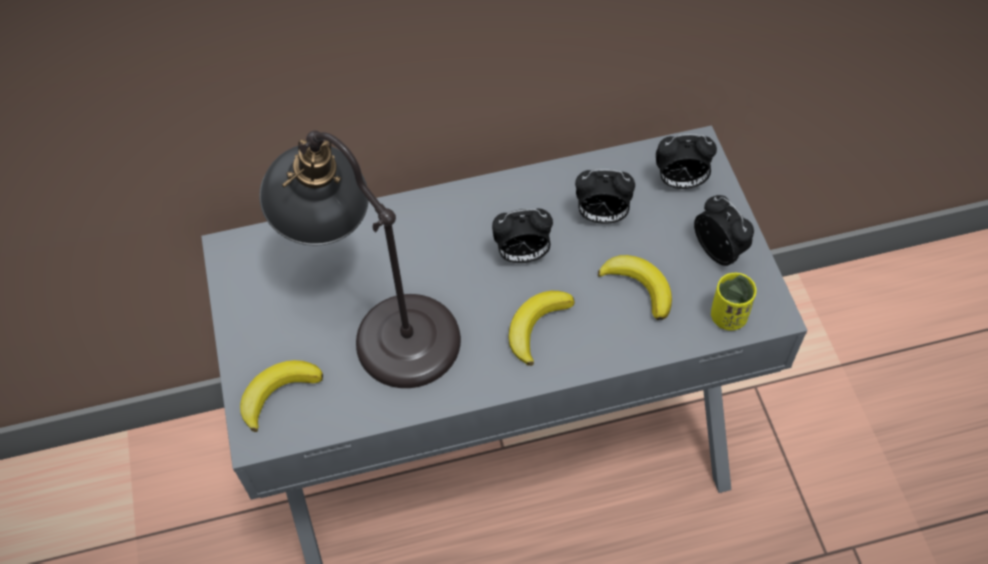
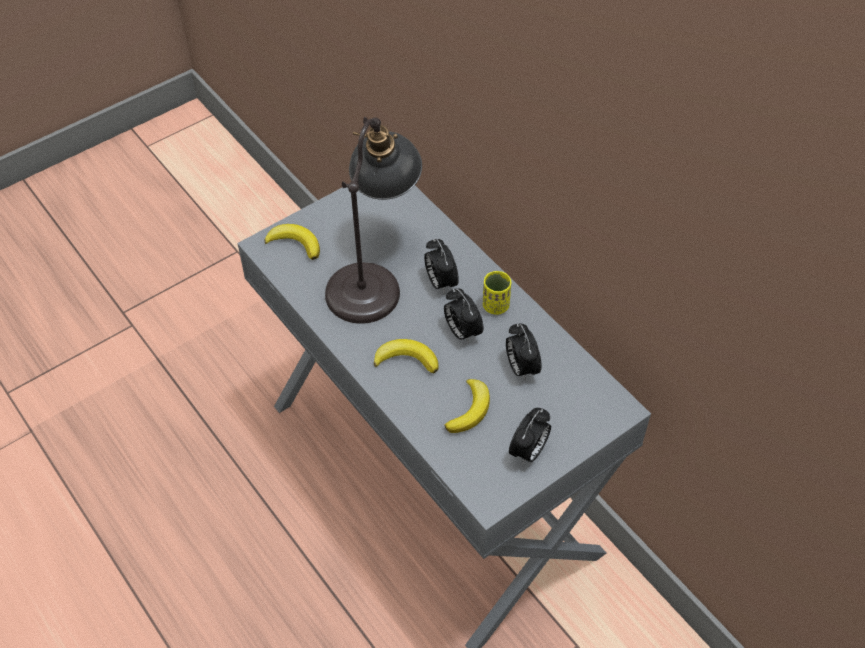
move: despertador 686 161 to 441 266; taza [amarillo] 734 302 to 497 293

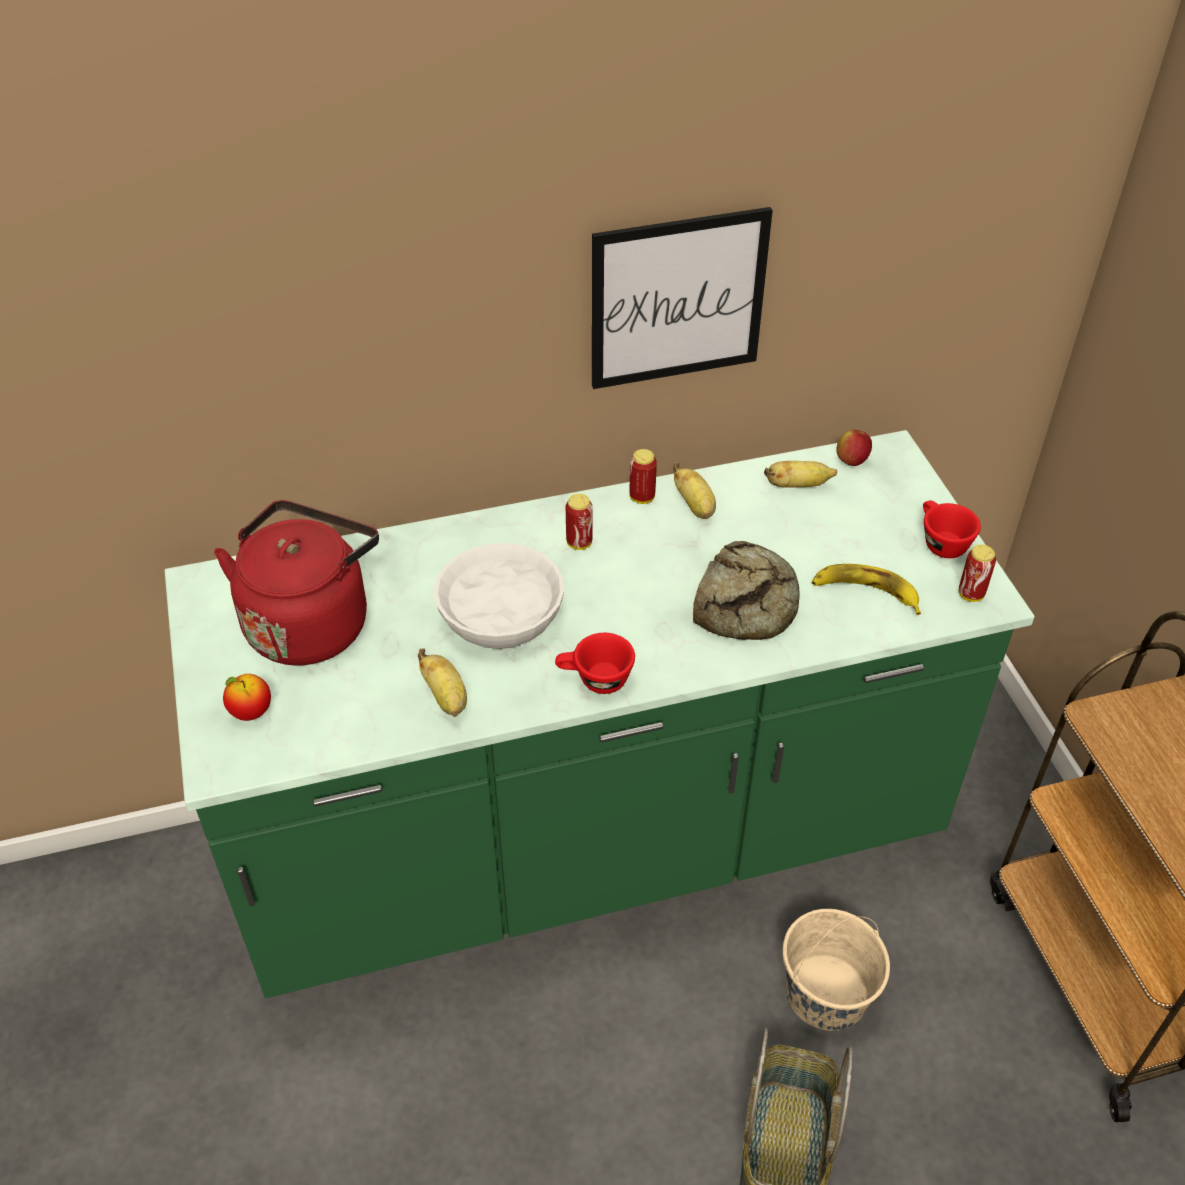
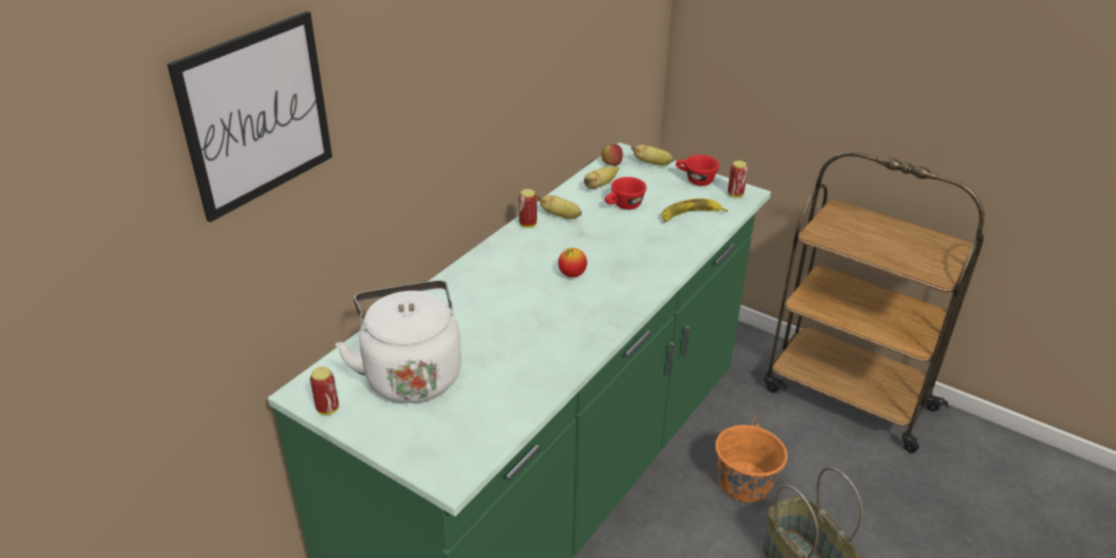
delete: cuenco [blanco] 499 596; pan 746 590
move: cuadro 682 298 to 249 116; lata 579 522 to 324 391; manzana 247 697 to 572 263; taza [rojo] 595 663 to 626 193; plátano 442 682 to 653 155
recolor: hervidor [rojo] 296 582 to hervidor [blanco] 398 341; cubo [beis] 836 970 to cubo [naranja] 751 458

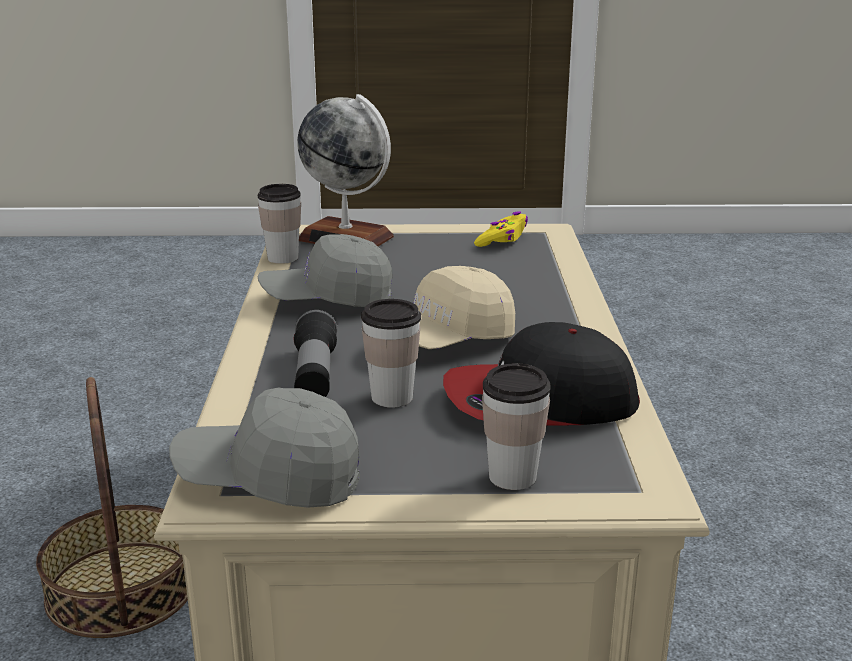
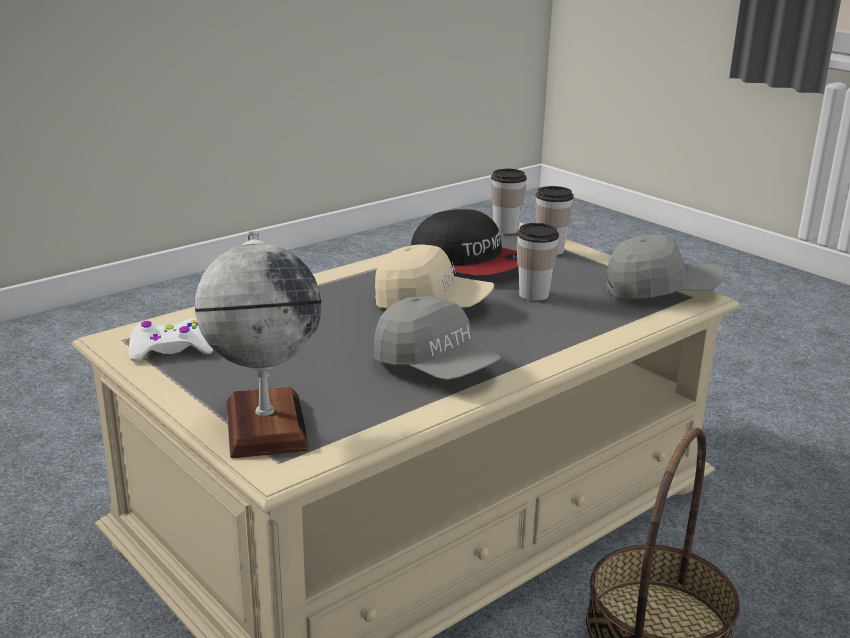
delete: linterna 315 353
move: taza 279 224 to 509 201
recolor: mando de consola [amarillo] 501 229 to mando de consola [blanco] 171 340
rotate: gorra [gris] 264 447 = 665 267 60 degrees counterclockwise

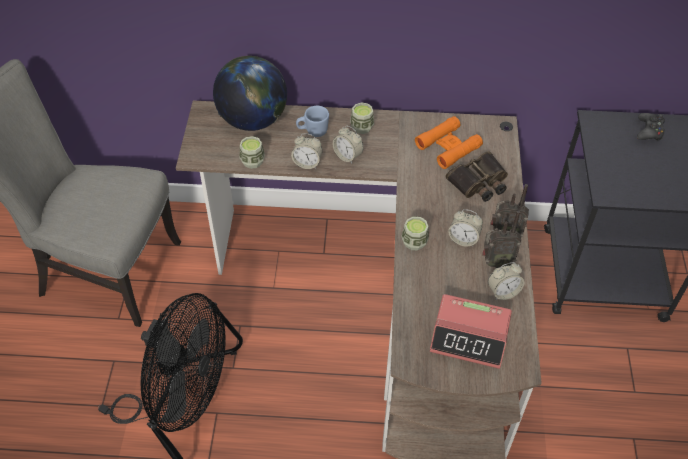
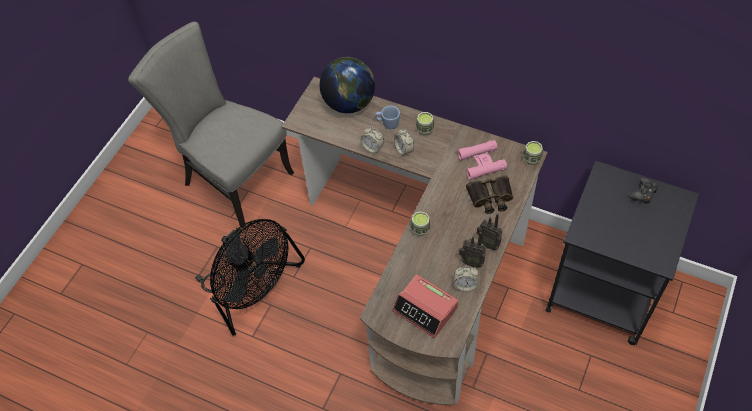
delete: despertador 465 228
move: taza 252 152 to 533 153
recolor: prismáticos [naranja] 449 142 to prismáticos [rosa] 482 160

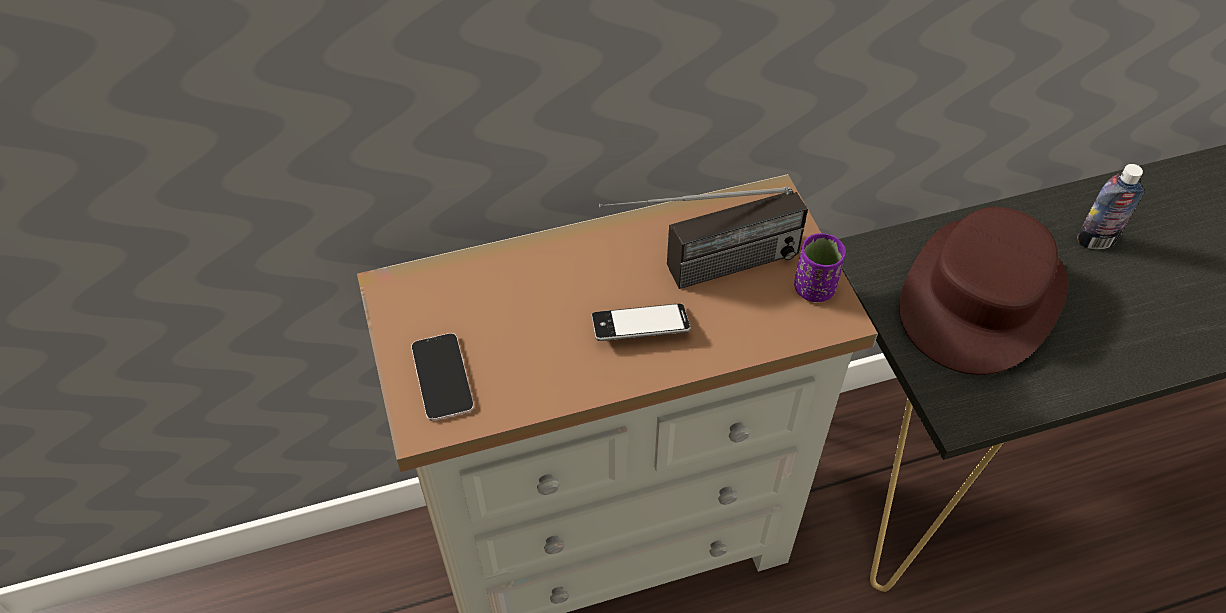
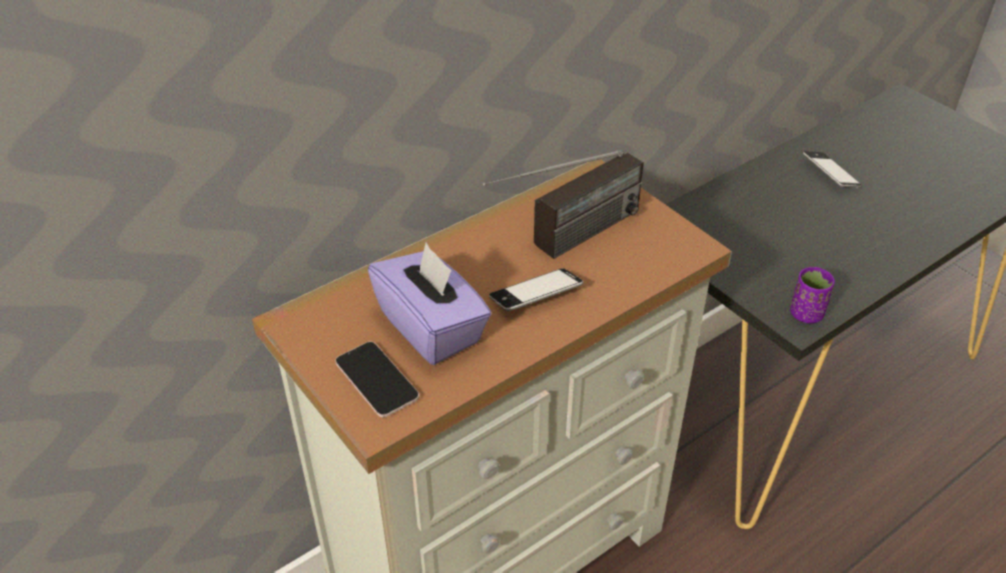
delete: sombrero [marrón] 983 291
insert: caja de pañuelos [morado] 430 304
move: taza [morado] 820 267 to 812 295
replace: botella 1110 206 to móvil 832 169

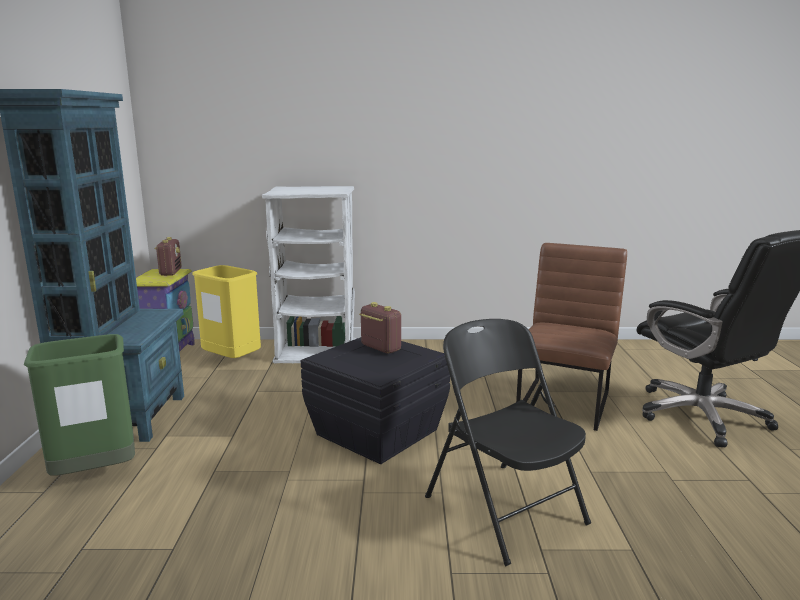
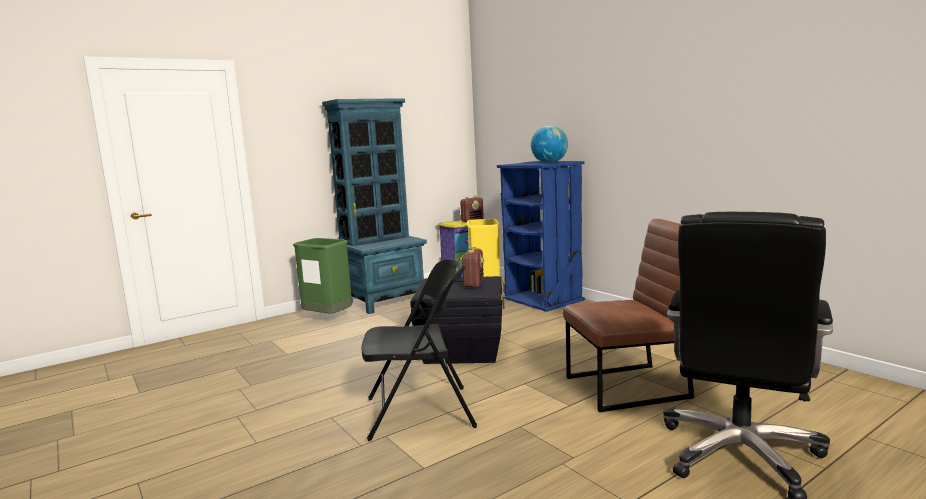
insert: globo terráqueo 549 144
recolor: estantería [blanco] 309 274 to estantería [azul] 541 236
rotate: silla [negro] 508 442 = 419 350 60 degrees clockwise

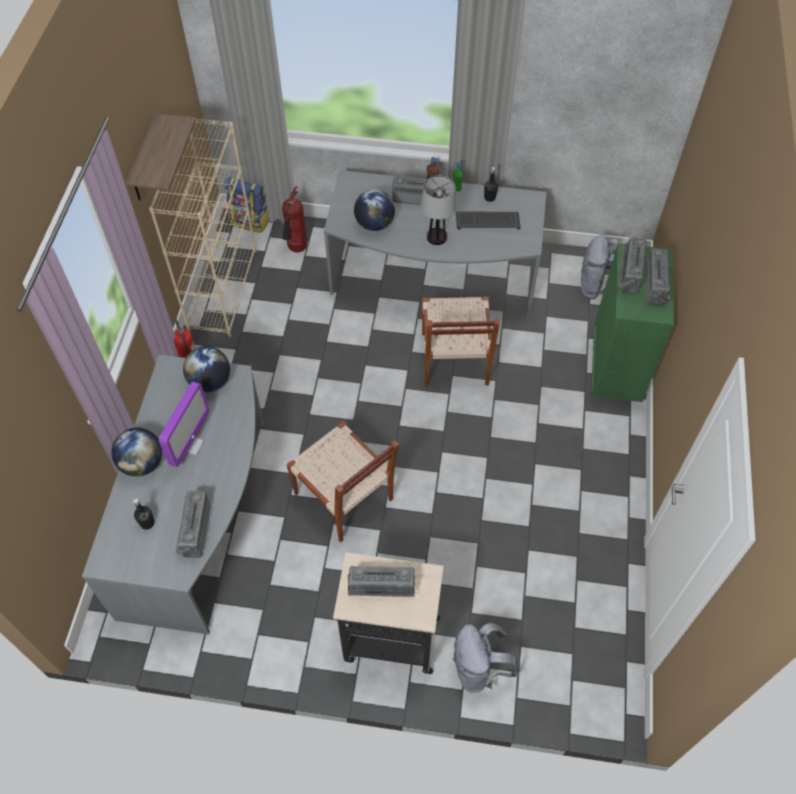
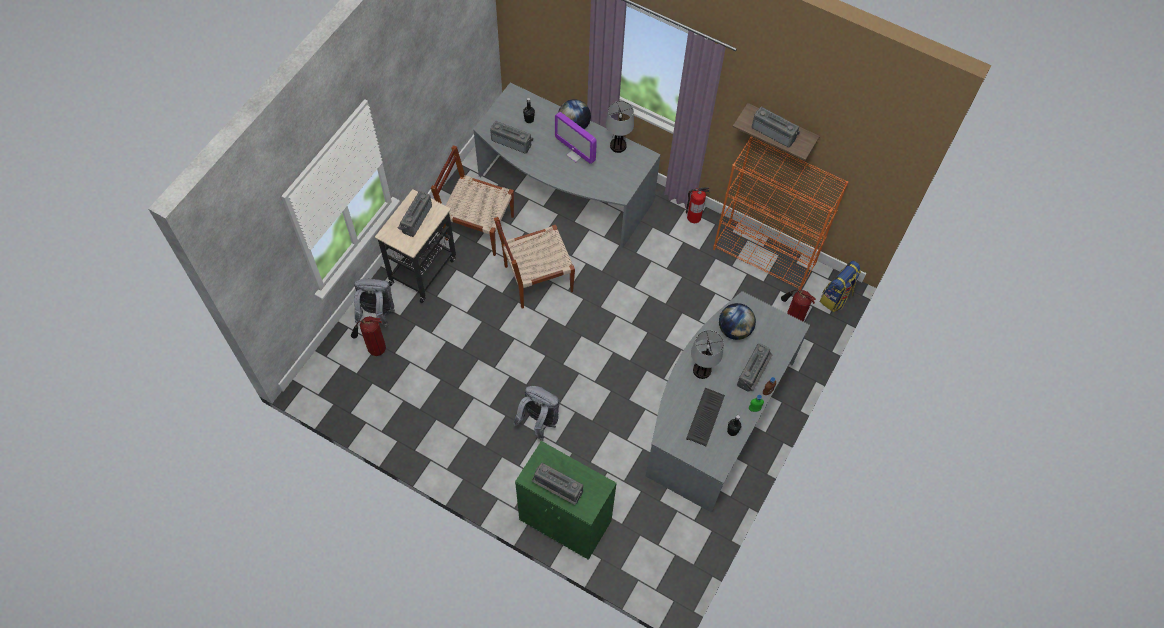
delete: globo terráqueo 206 369
insert: extintor 368 336; lámpara de mesa 620 127
move: silla 461 341 to 472 201; mochila [gris] 601 267 to 536 413; radio 632 266 to 776 126
recolor: estantería [beis] 203 228 to estantería [naranja] 780 213

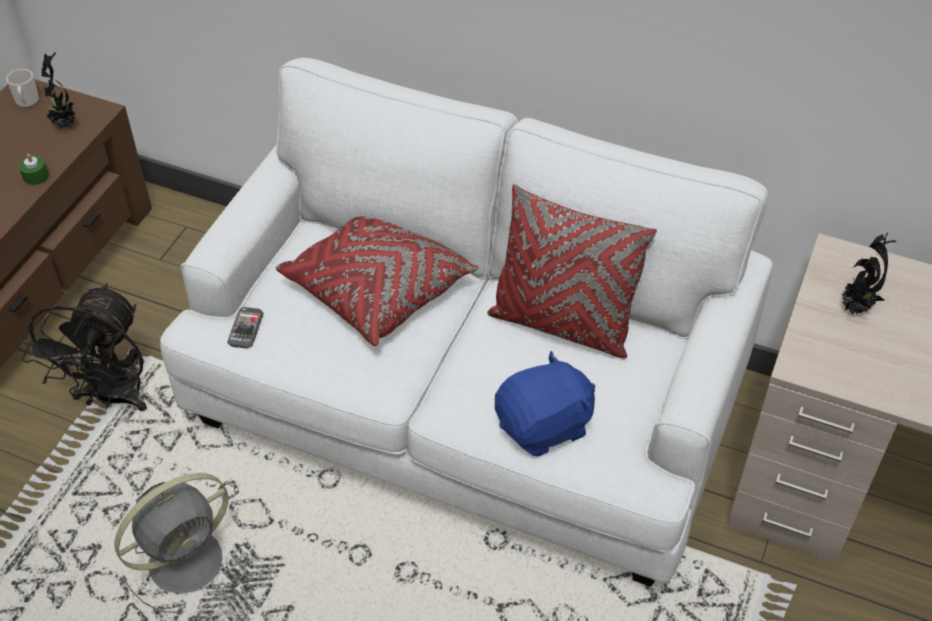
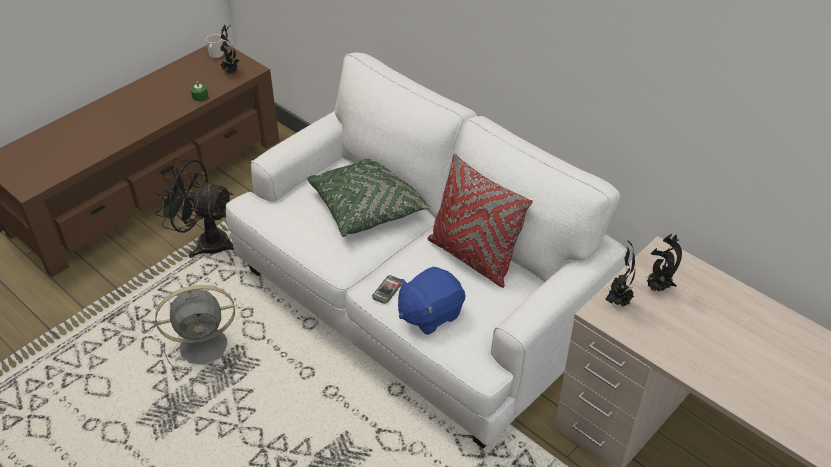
insert: planta en maceta 620 273
move: móvil 245 327 to 386 289
recolor: cojín [rojo] 377 281 to cojín [verde] 369 198
rotate: ventilador [negro] 84 347 = 194 208 75 degrees clockwise; peluche [azul] 545 404 = 431 301 150 degrees clockwise

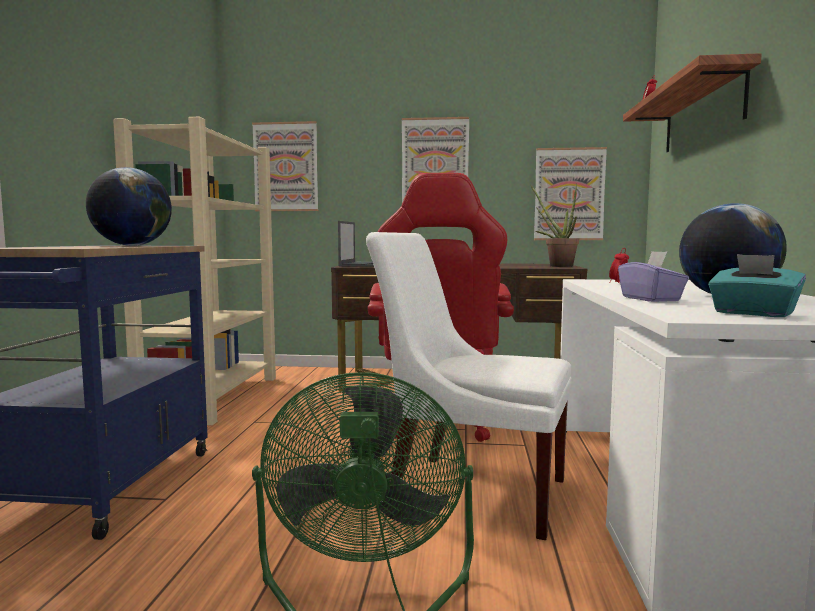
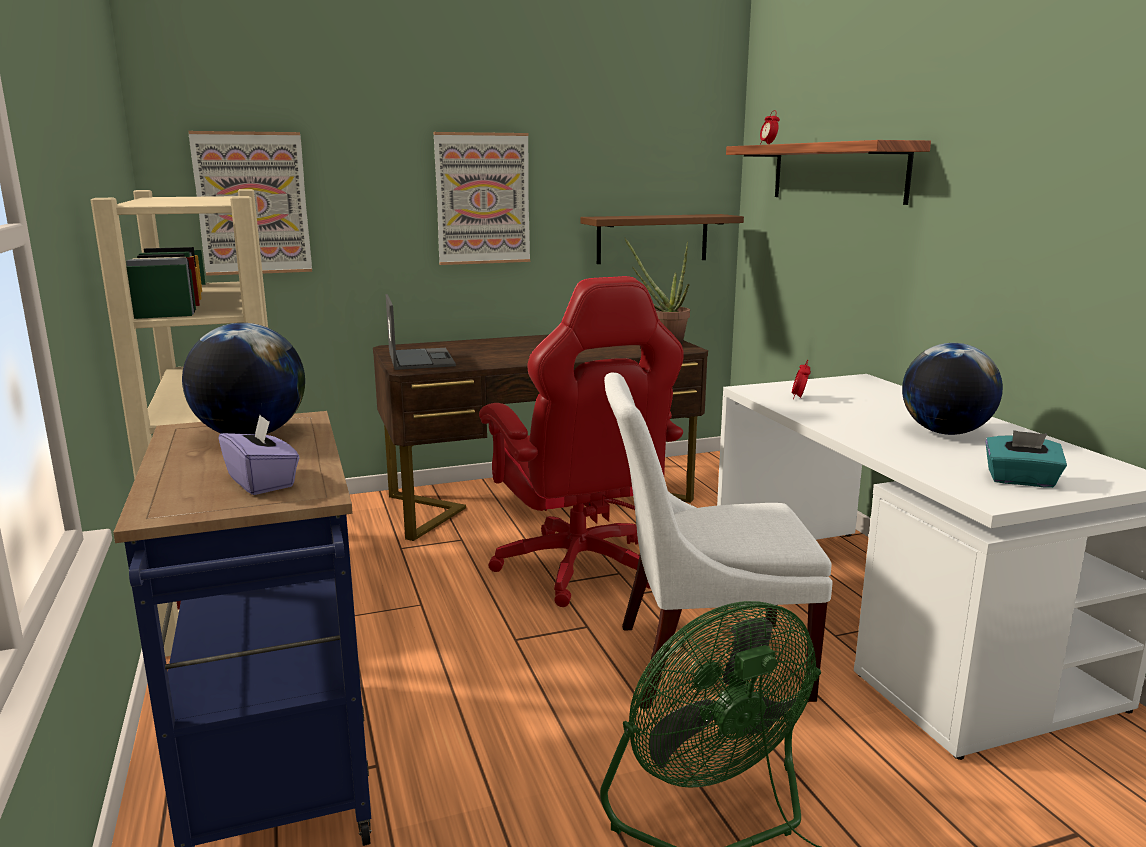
move: caja de pañuelos [morado] 653 276 to 259 455
replace: cuadro 570 193 to estante [marrón] 662 239

